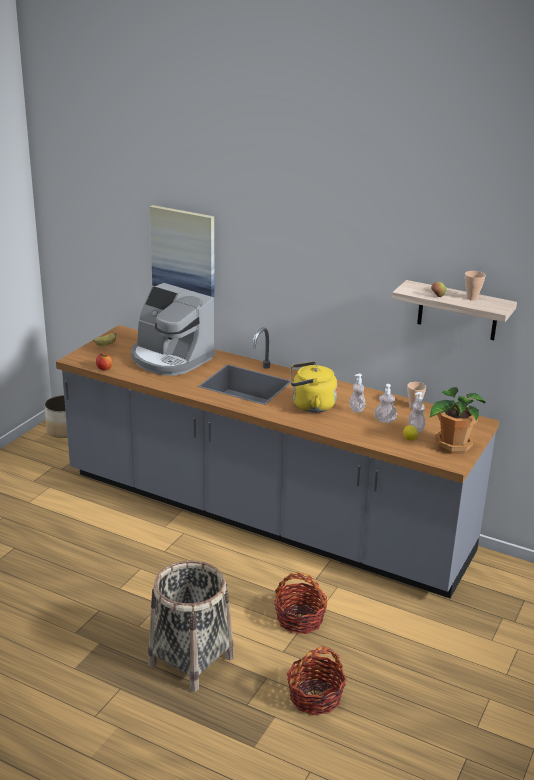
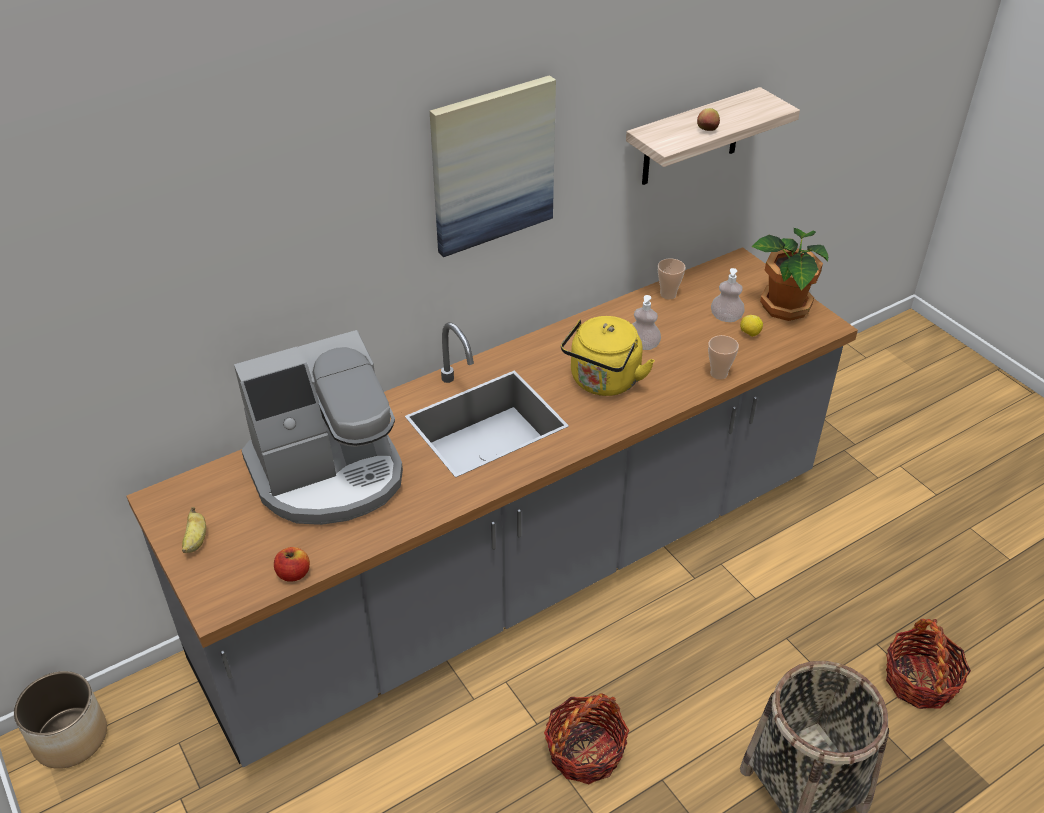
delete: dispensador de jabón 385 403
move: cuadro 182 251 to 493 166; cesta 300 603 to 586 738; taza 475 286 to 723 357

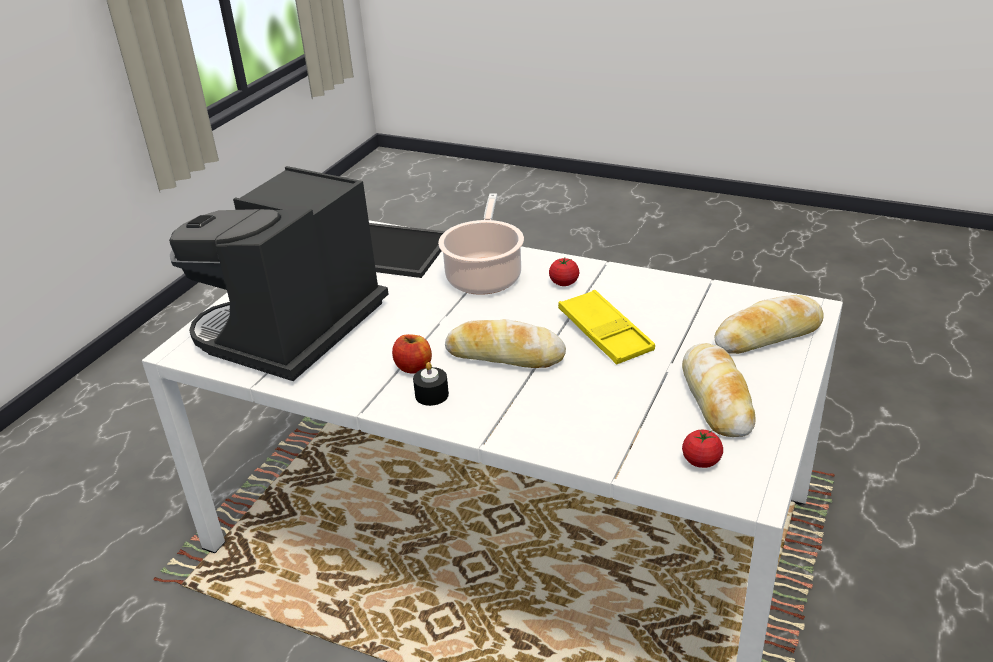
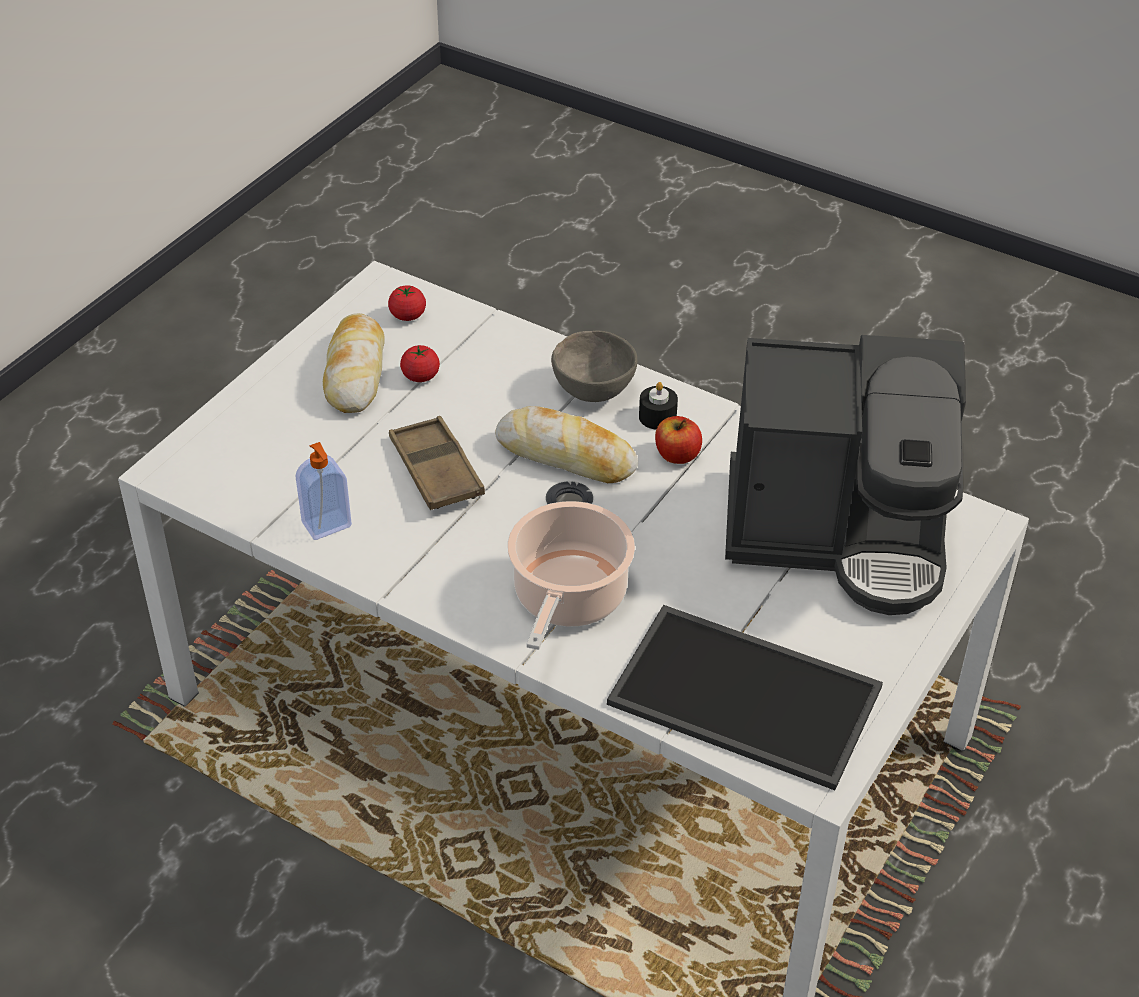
delete: pan 768 324
insert: dispensador de jabón 324 491; cuenco [gris] 594 366
move: tomate 564 272 to 420 363
recolor: bandeja [amarillo] 606 327 to bandeja [marrón] 437 463
rotate: cafetera 279 273 = 845 475 60 degrees clockwise

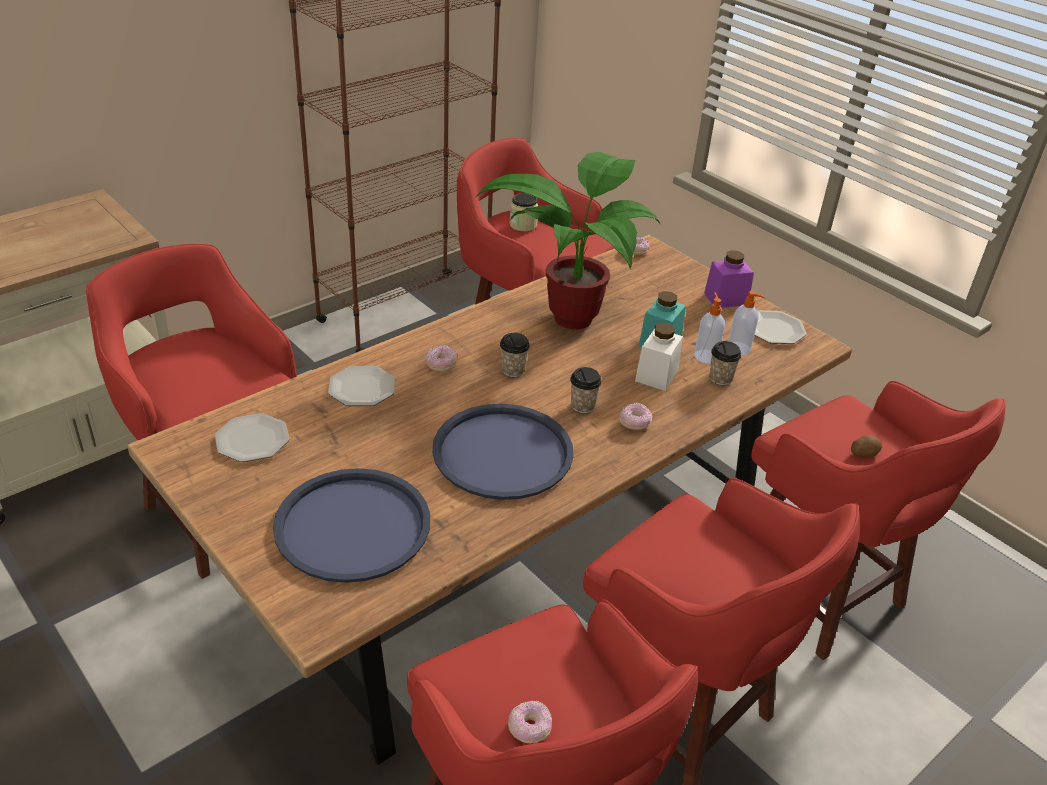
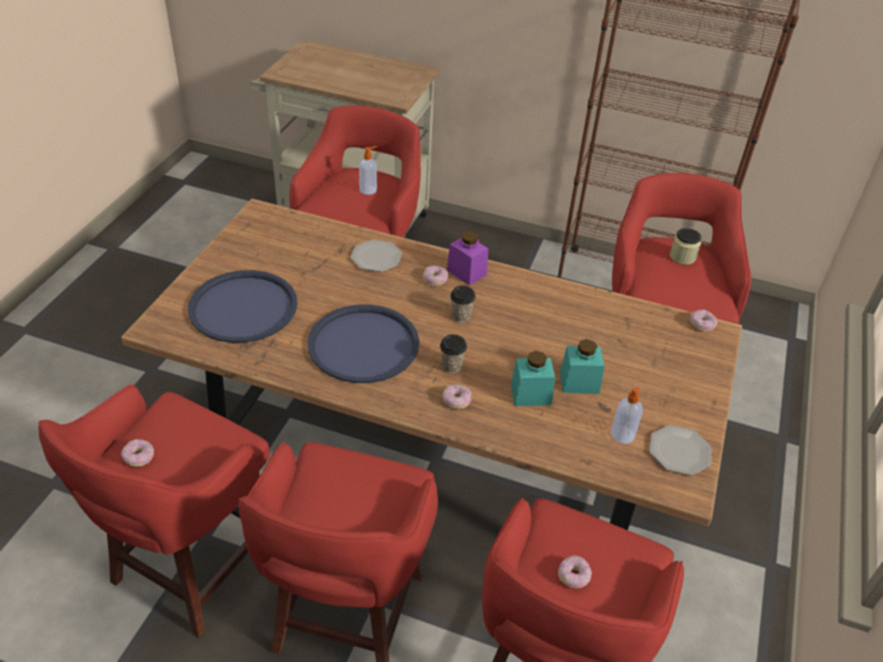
delete: plato 252 437; planta en maceta 568 240; taza 725 363
move: dispensador de jabón 709 327 to 368 170; tarro [morado] 729 279 to 467 258
replace: patata 866 446 to rosquilla 575 571
recolor: tarro [blanco] 659 357 to tarro [turquesa] 533 378

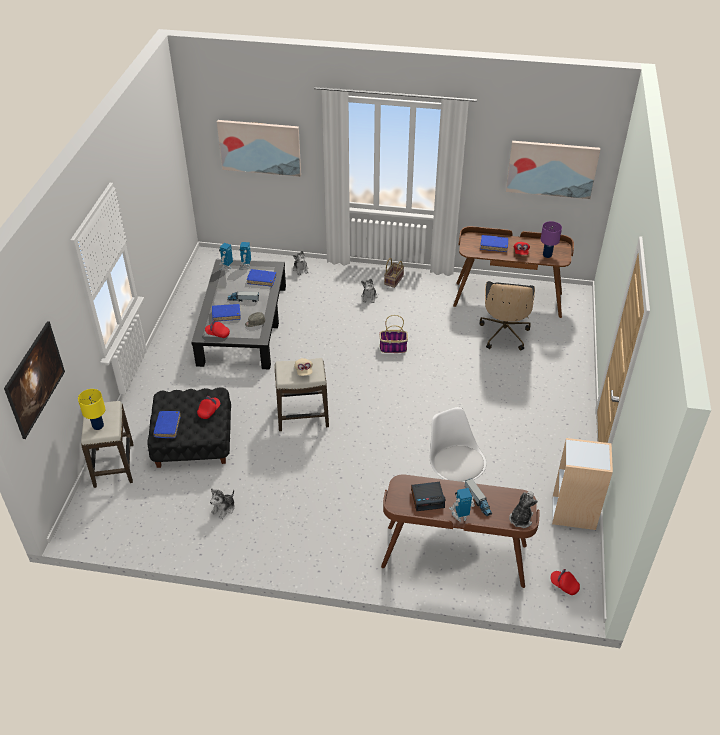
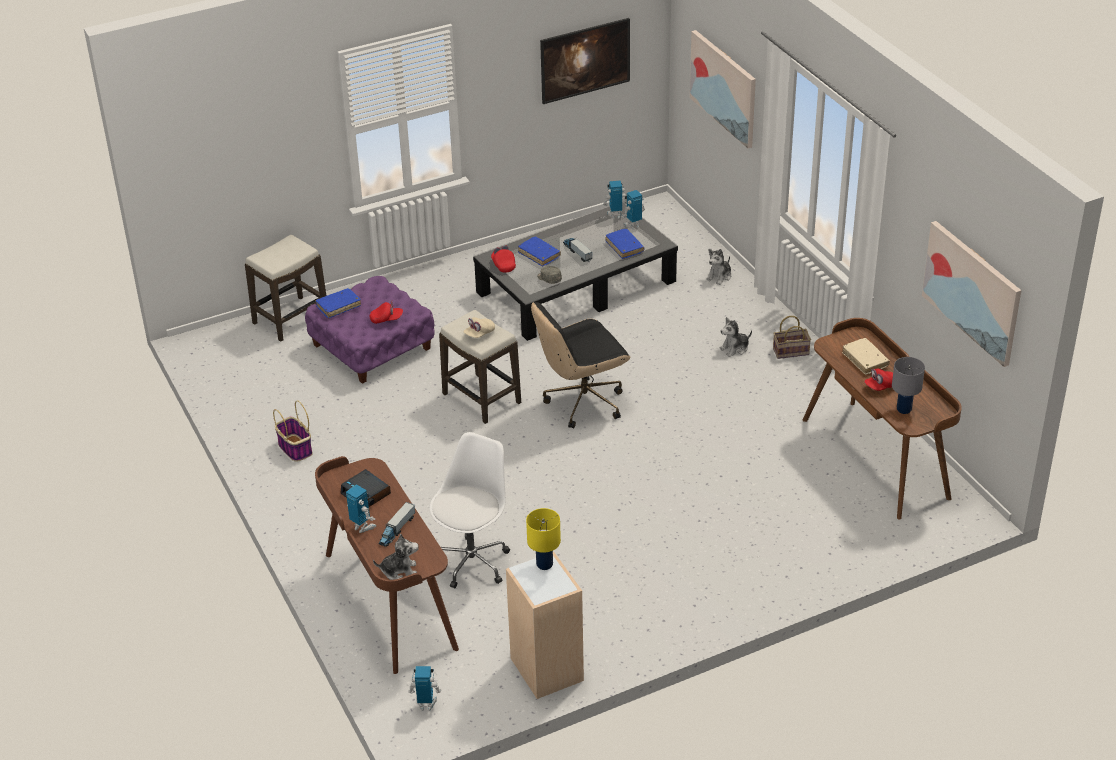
delete: peluche 222 503
move: cesta 393 334 to 293 431; lámpara de mesa [amarillo] 91 409 to 543 539; silla de oficina [negro] 507 316 to 580 365; cuadro 34 380 to 585 61
replace: gorra [rojo] 565 582 to robot de juguete 425 688
recolor: puf [negro] 189 427 to puf [morado] 369 330; libro [azul] 494 243 to libro [beis] 866 356; lámpara de mesa [morado] 551 239 to lámpara de mesa [gris] 908 385

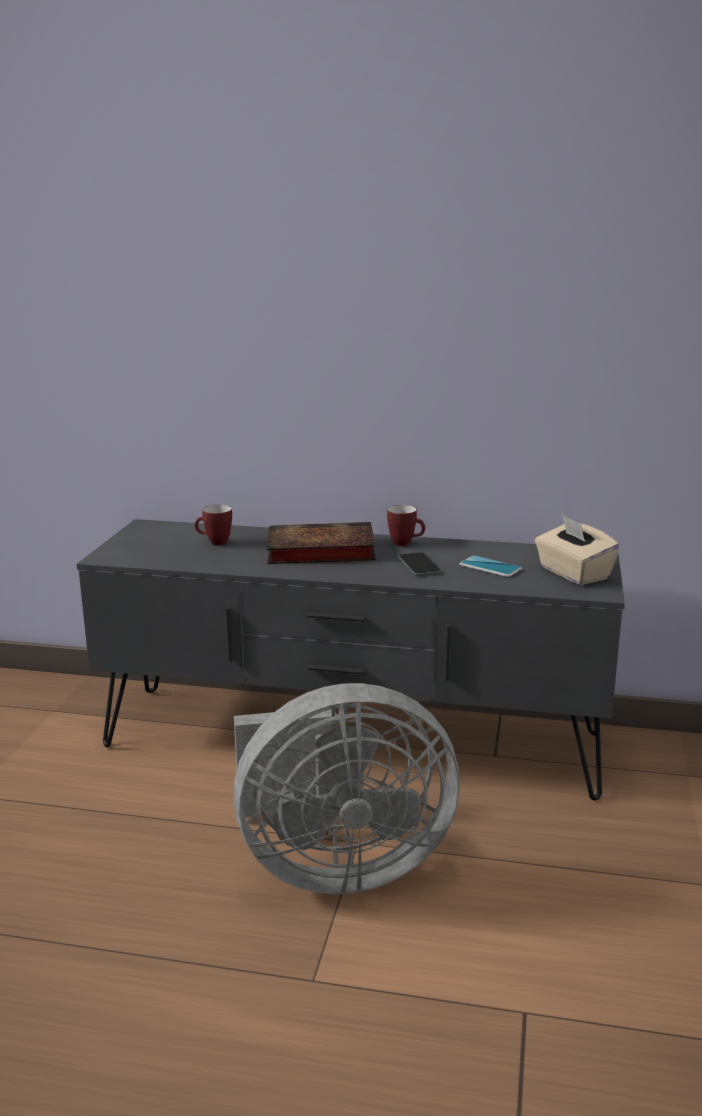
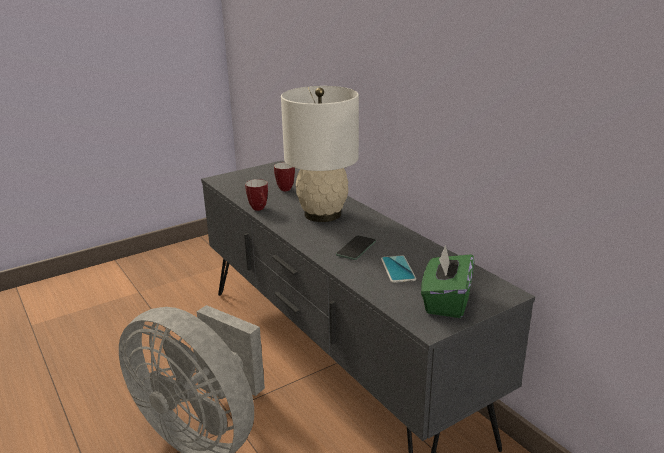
move: taza grande 406 525 to 256 195
replace: libro 321 543 to lámpara de mesa [blanco] 320 154
recolor: caja de pañuelos [beis] 577 550 to caja de pañuelos [verde] 447 281

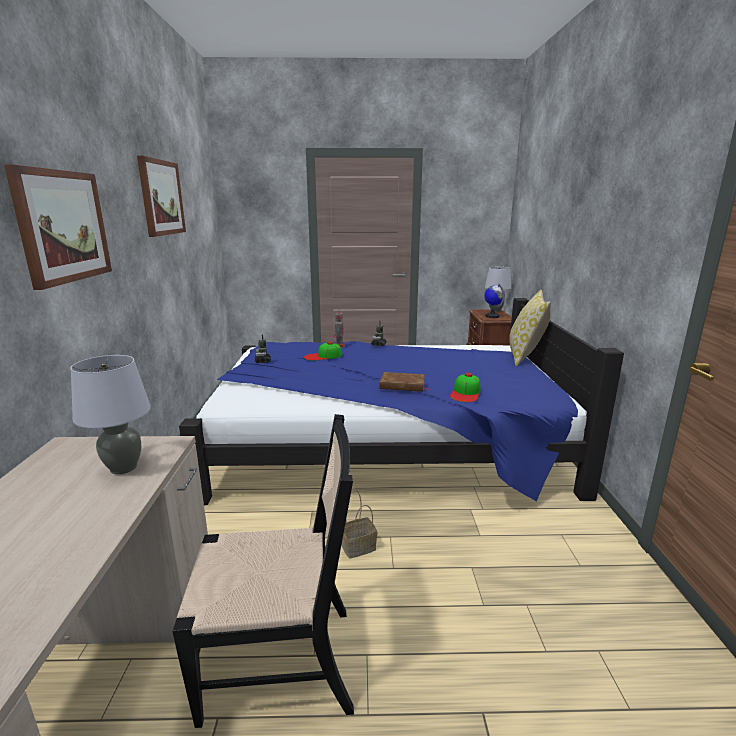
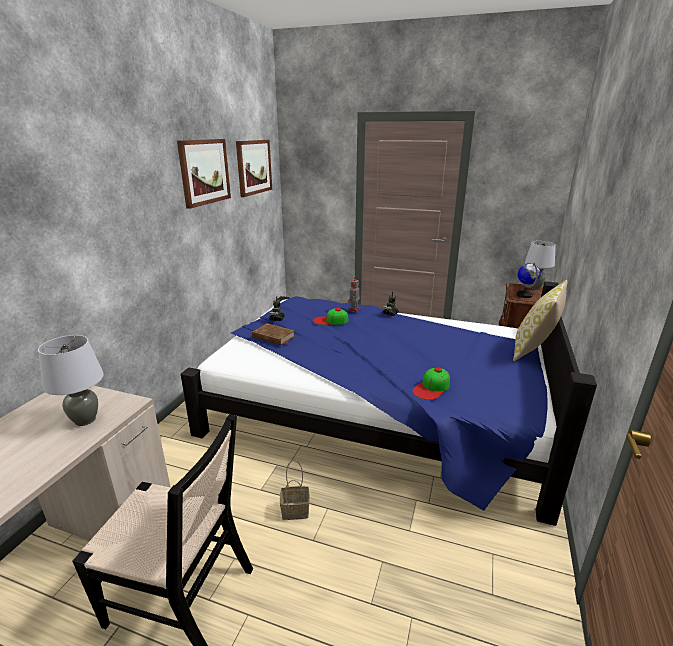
move: cuadro 58 227 to 254 168; libro [marrón] 405 382 to 273 334

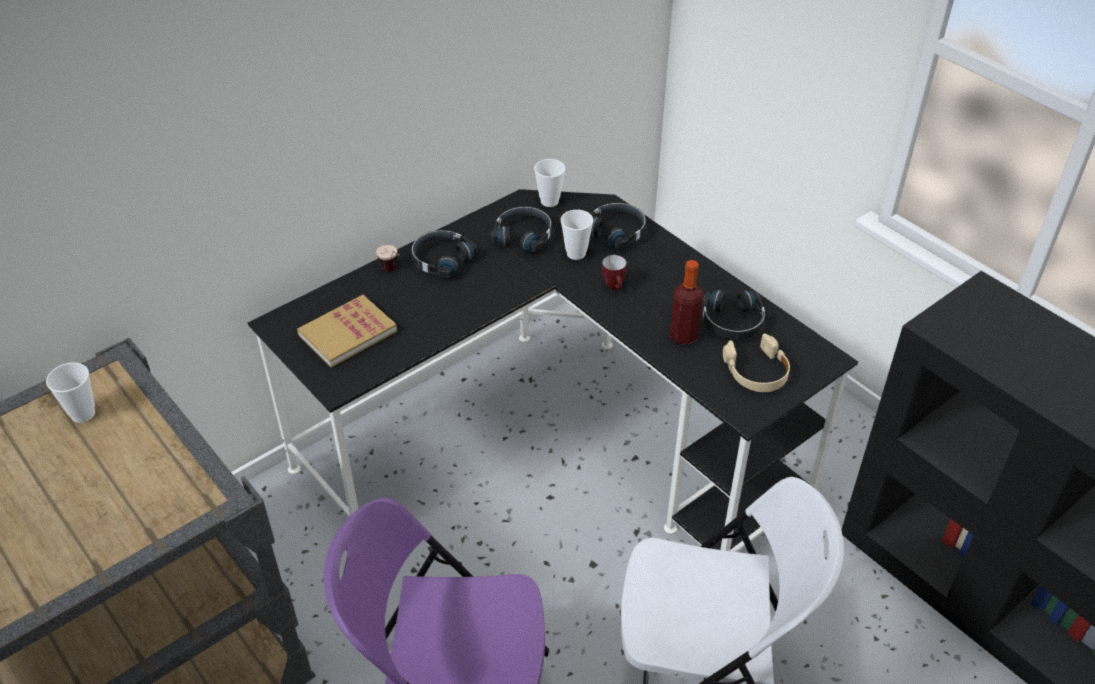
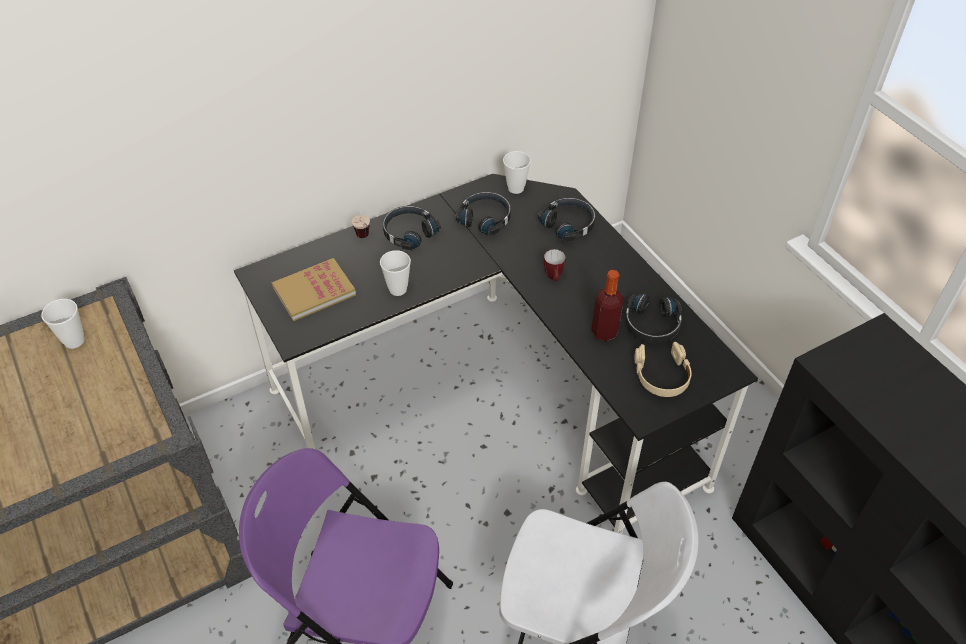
move: taza 577 235 to 395 273

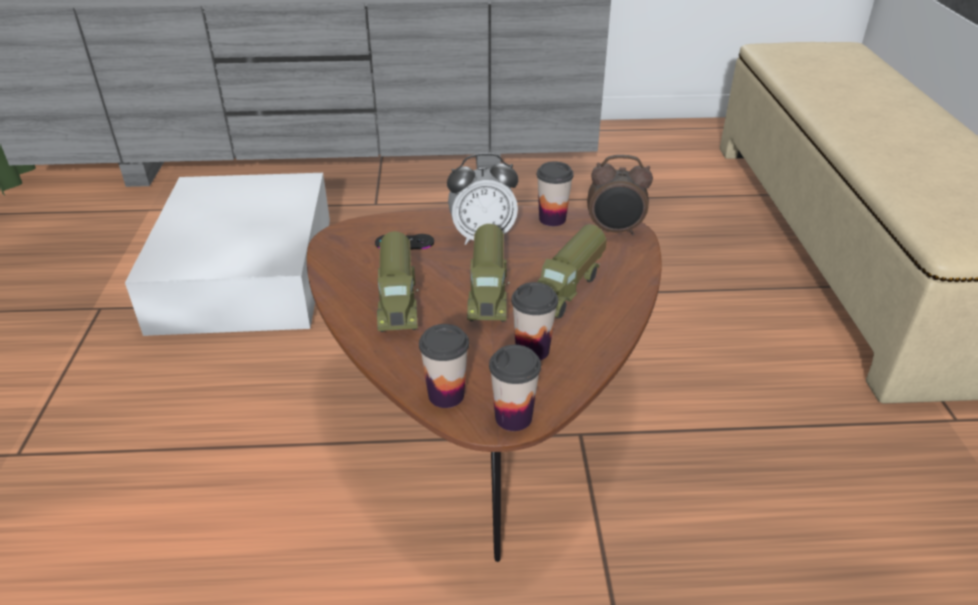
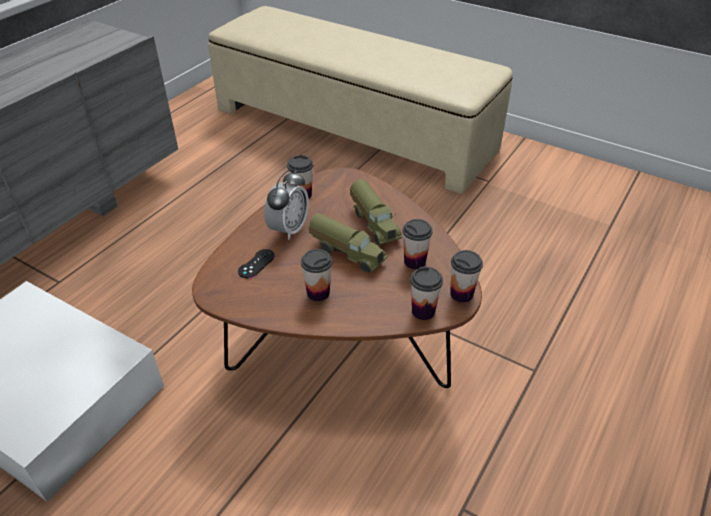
delete: despertador 620 195
replace: camión de juguete 397 281 to taza 316 275

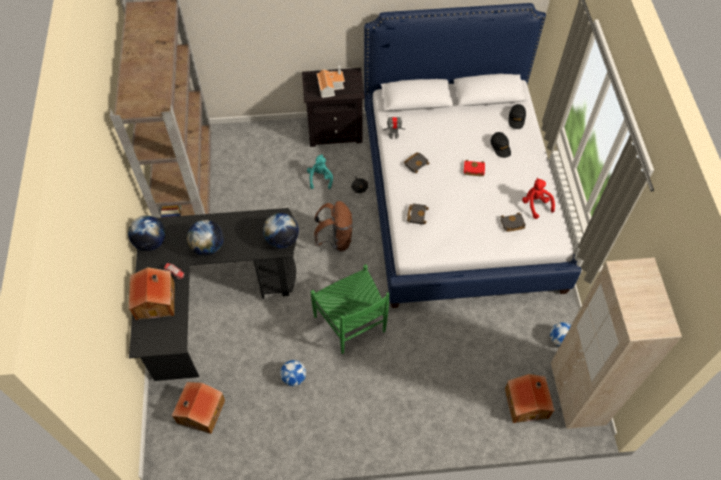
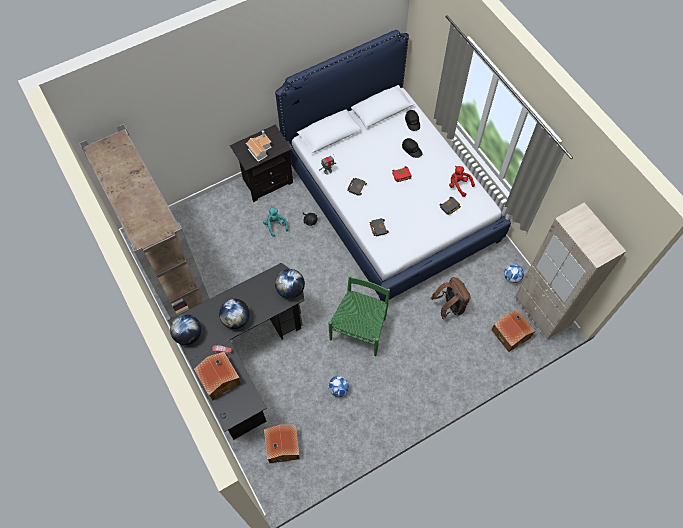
move: mochila [marrón] 333 226 to 451 298
rotate: silla [verde] 350 309 = 359 315 105 degrees counterclockwise

